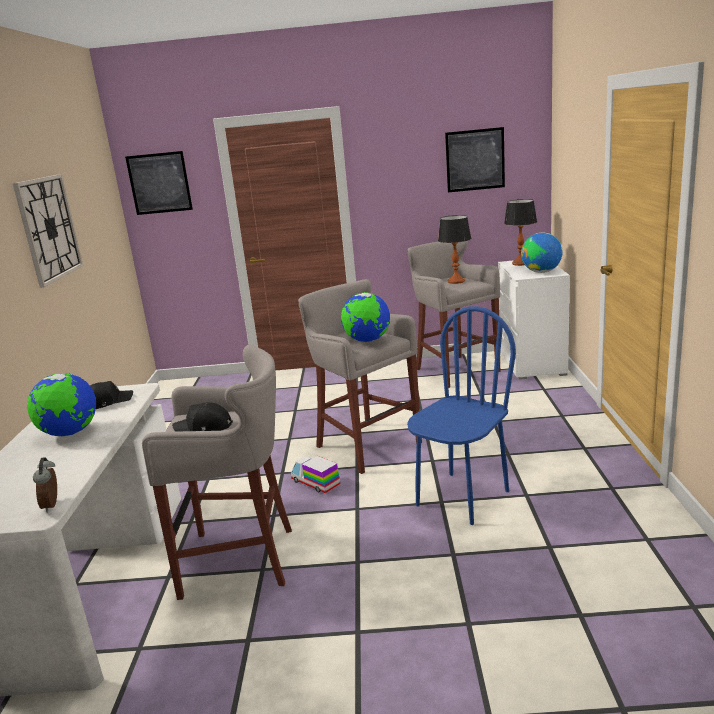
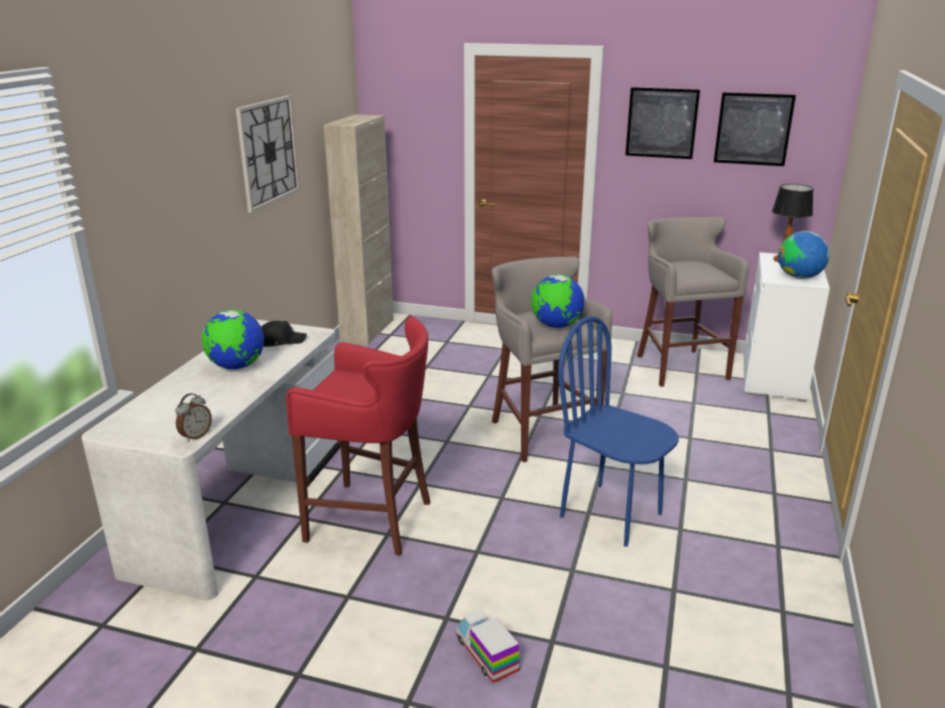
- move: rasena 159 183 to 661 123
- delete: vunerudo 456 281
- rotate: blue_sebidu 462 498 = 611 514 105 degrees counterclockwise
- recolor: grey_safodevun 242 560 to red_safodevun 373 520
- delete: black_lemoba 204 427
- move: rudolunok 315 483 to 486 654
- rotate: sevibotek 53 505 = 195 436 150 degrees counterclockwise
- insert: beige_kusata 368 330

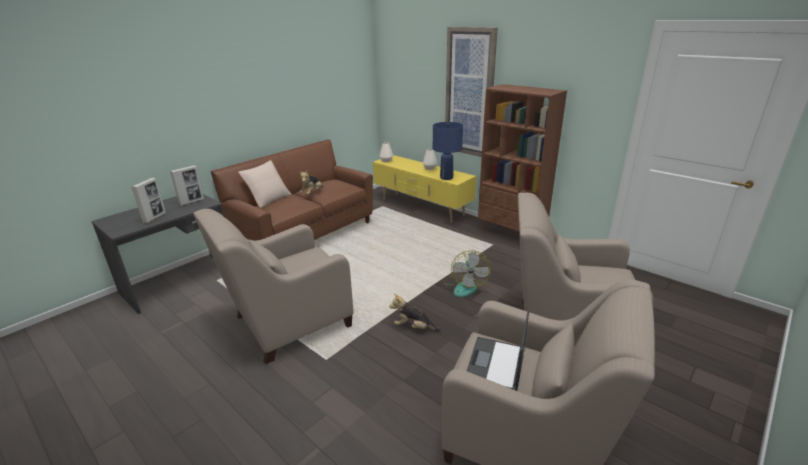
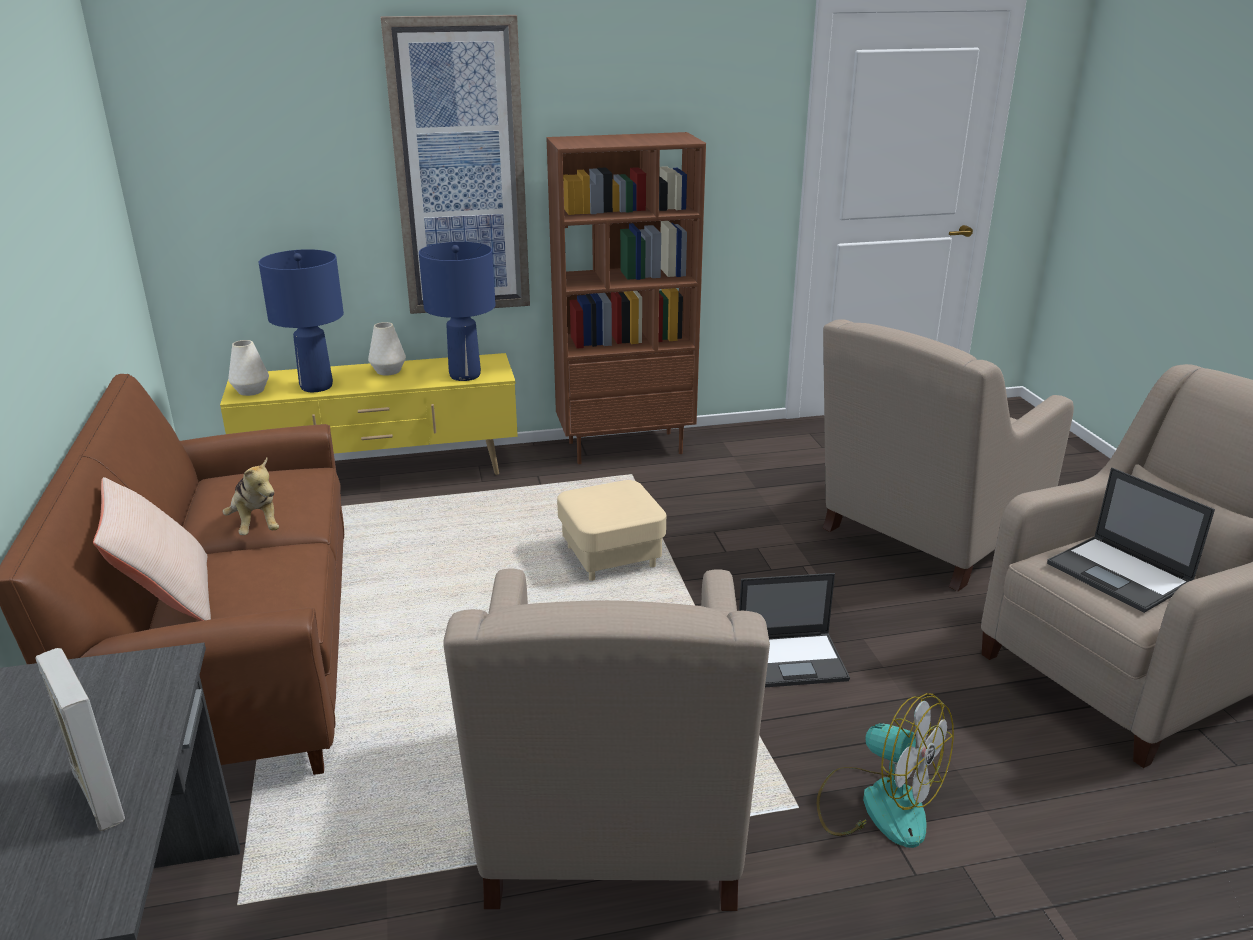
- delete: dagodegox 192 202
- move: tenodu 464 286 to 878 804
- replace: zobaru 413 327 to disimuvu 792 660
- insert: blue_vunerudo 317 386
- insert: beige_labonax 611 556

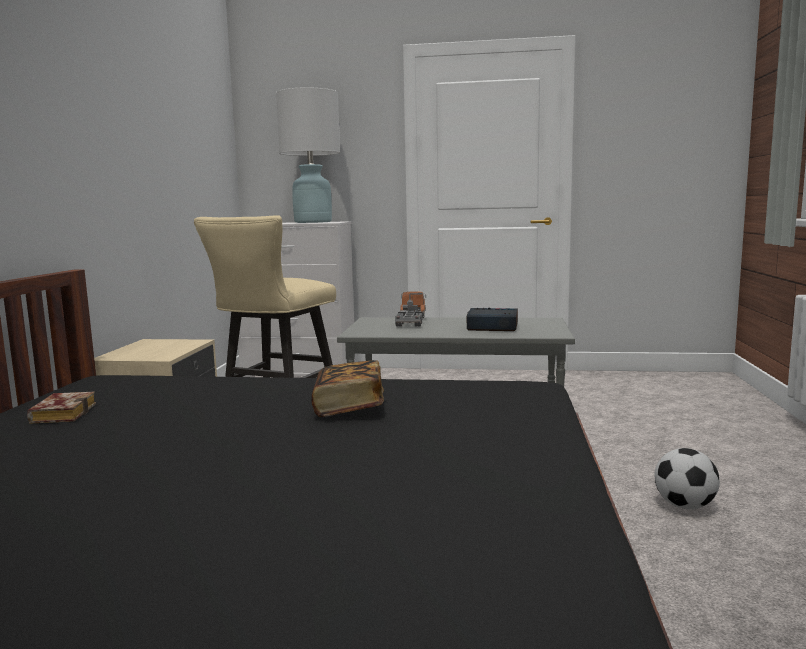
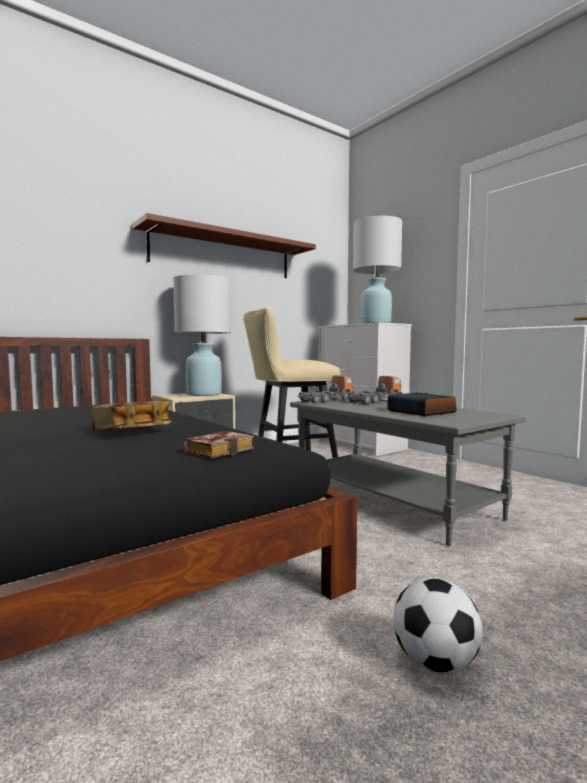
- move: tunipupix 63 413 to 220 450
- insert: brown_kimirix 223 254
- insert: white_vunerudo 204 394
- insert: rudolunok 326 401

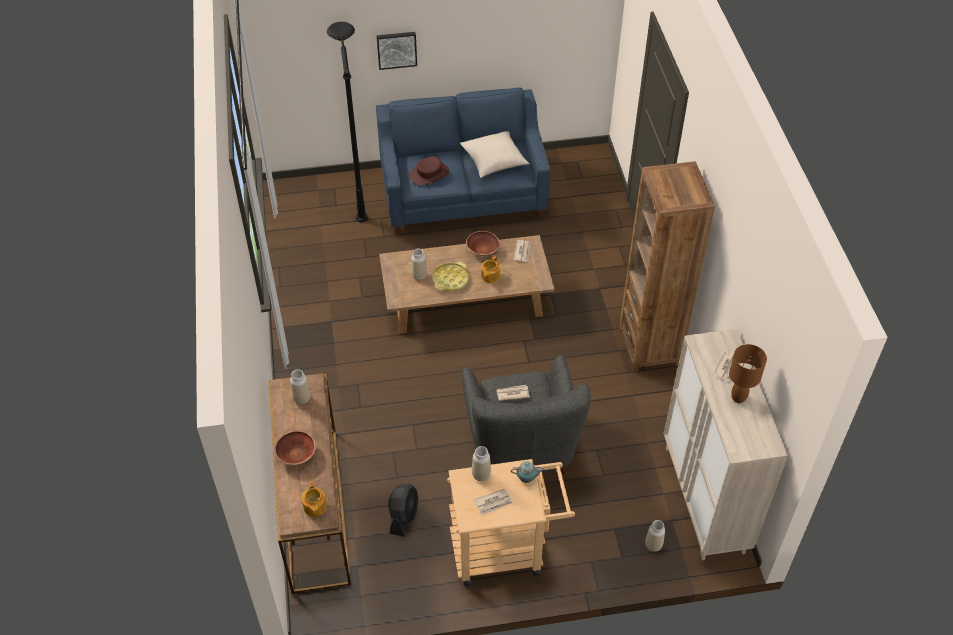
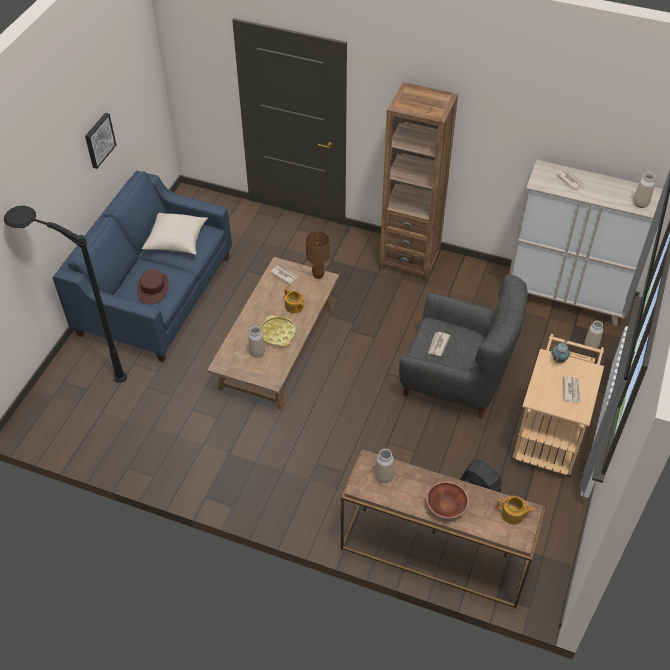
- move: rasena 396 49 to 99 140
- delete: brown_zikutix 482 250
- move: brown_vunerudo 738 398 to 318 275
- move: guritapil 481 475 to 640 204

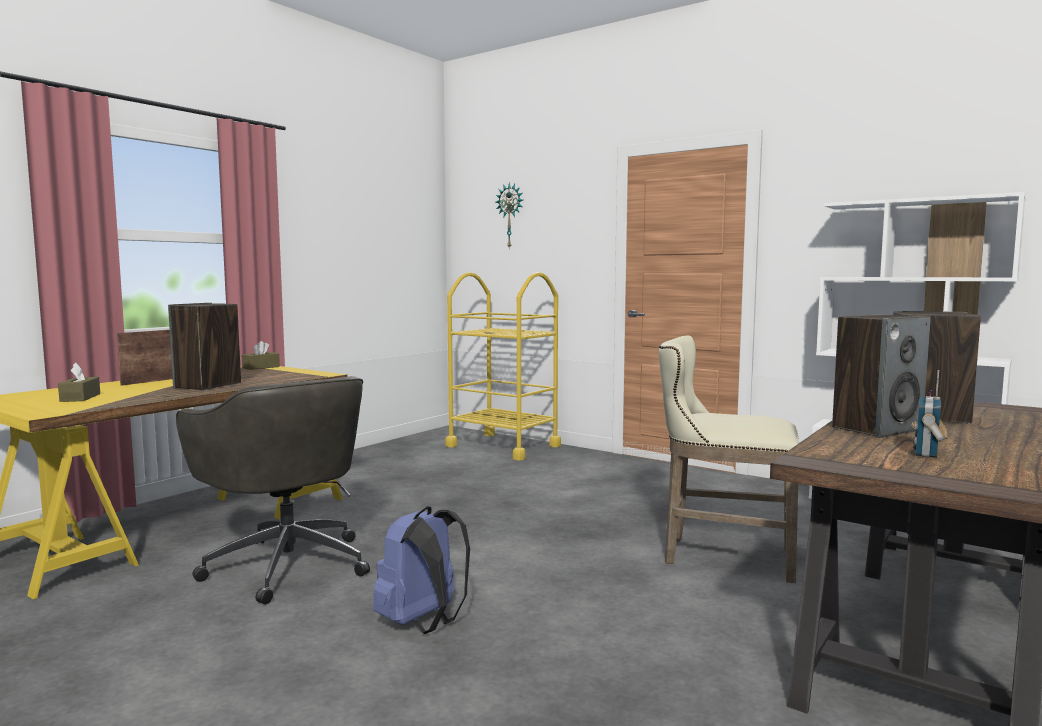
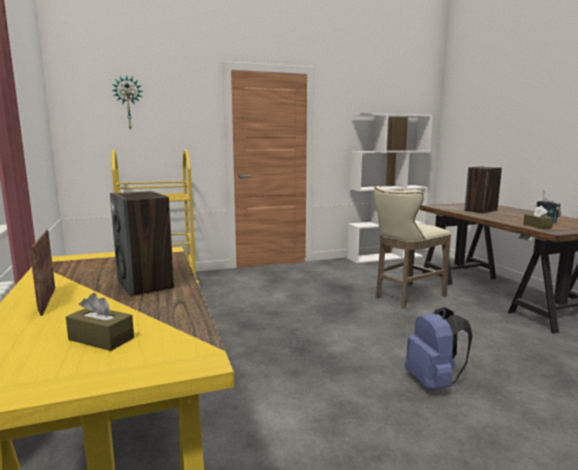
- delete: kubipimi 876 429
- move: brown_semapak 261 367 to 537 226
- delete: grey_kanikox 286 564

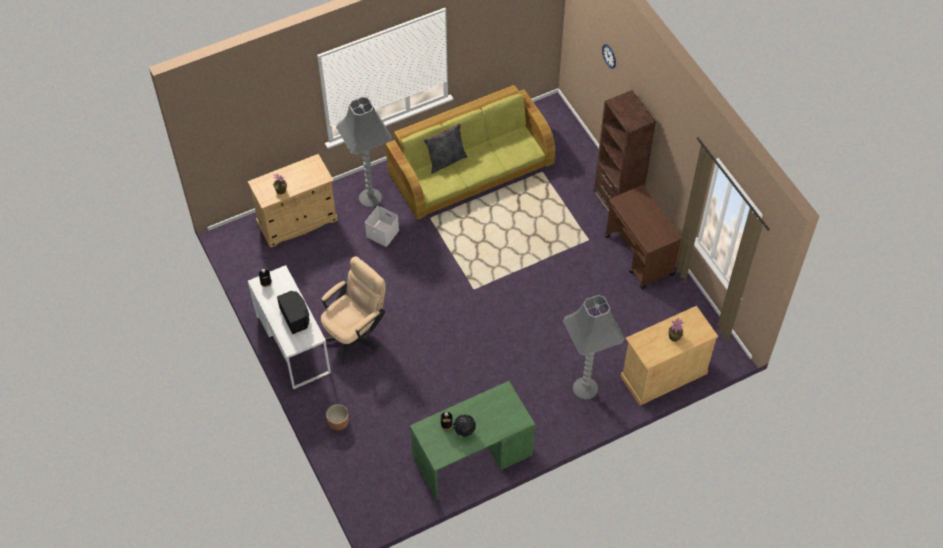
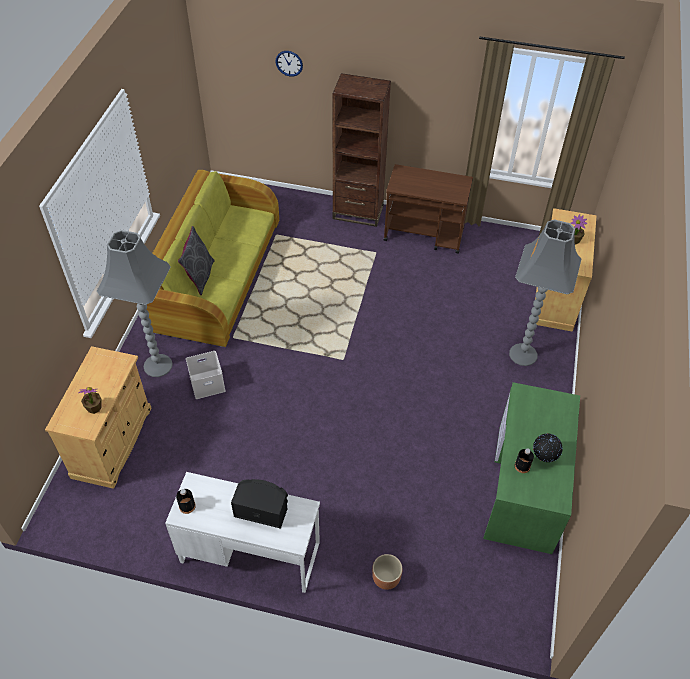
- delete: beige_kanikox 355 334

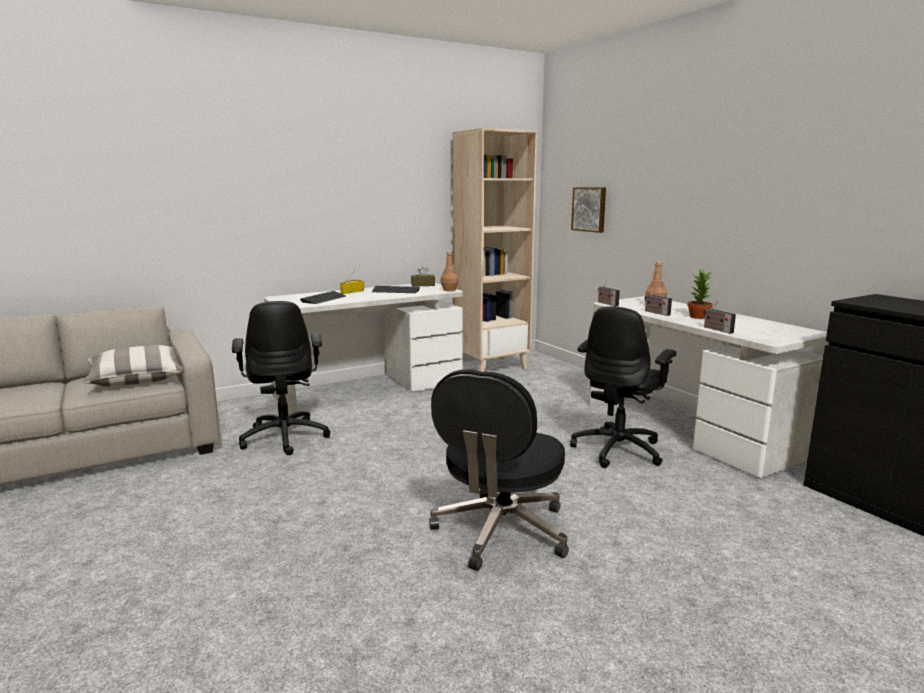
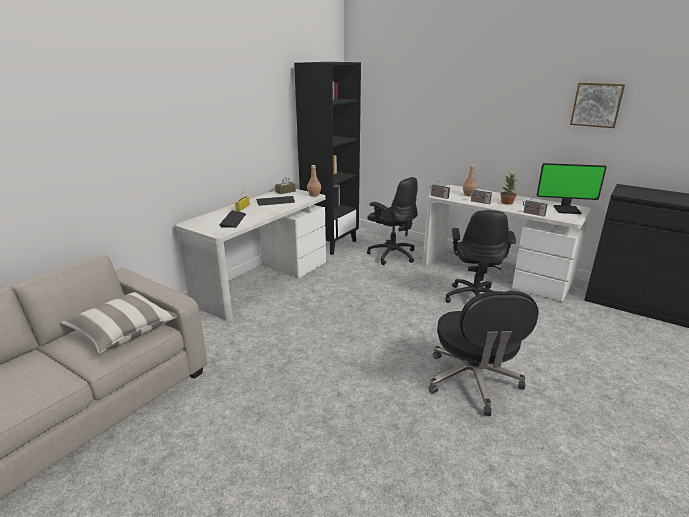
- recolor: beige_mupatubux 491 367 to black_mupatubux 330 243
- move: rasena 590 209 to 596 105
- move: black_kanikox 285 437 to 392 255
- insert: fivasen 567 209

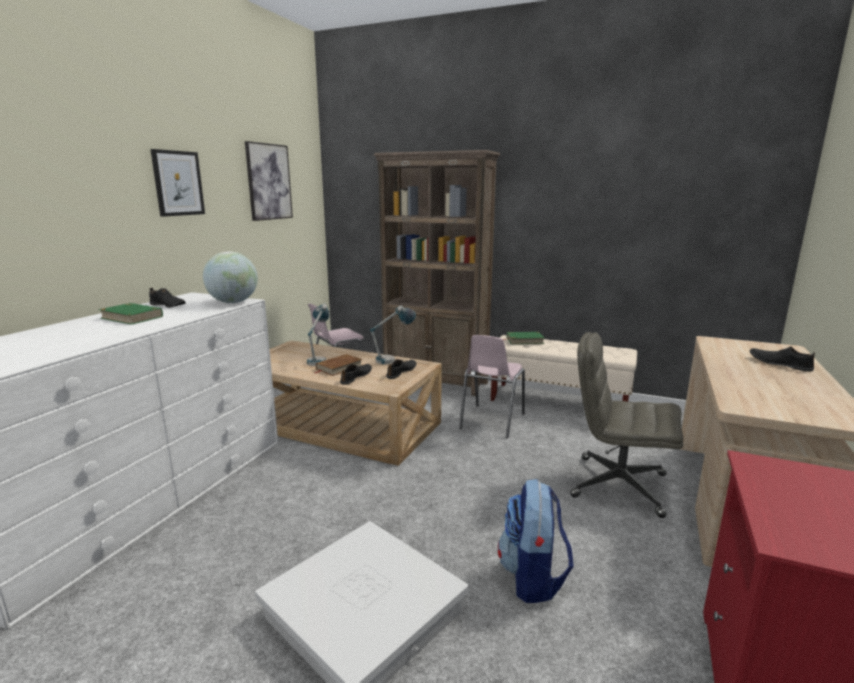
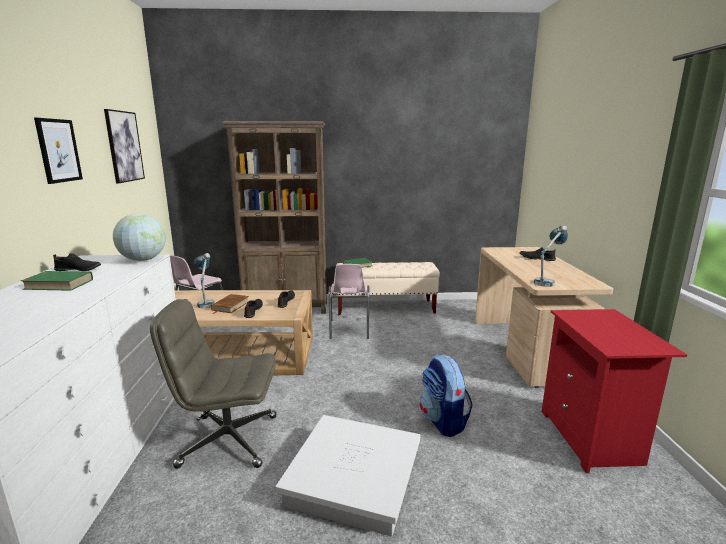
- move: vunerudo 393 360 to 547 281
- move: grey_kanikox 617 485 to 227 440

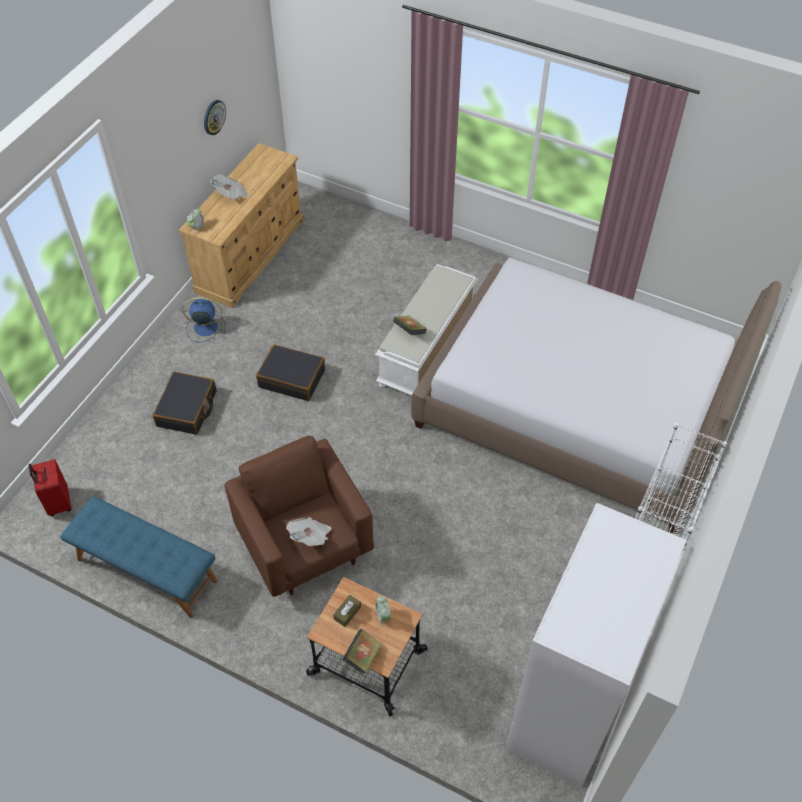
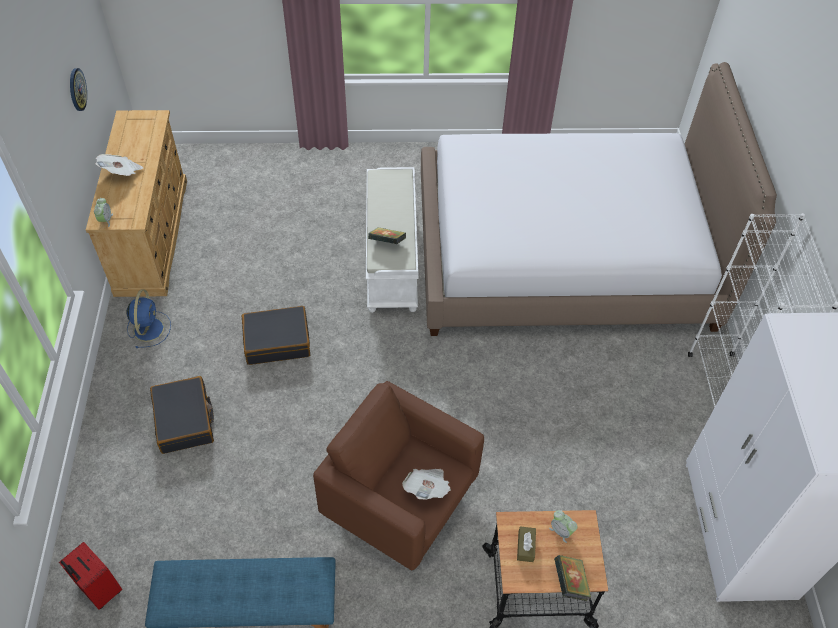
- rotate: blue_tenodu 204 327 = 149 328 120 degrees clockwise

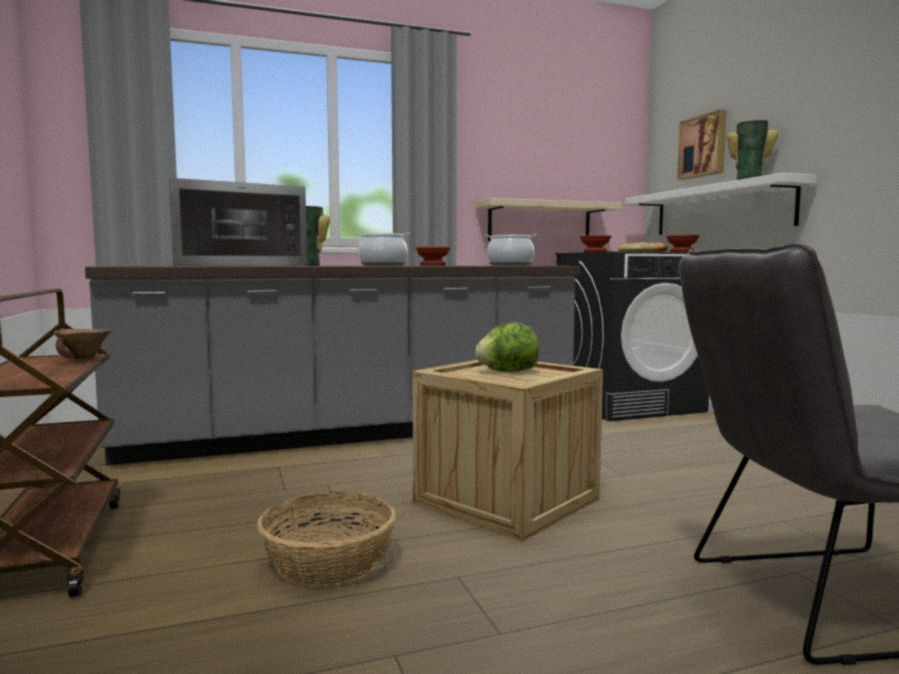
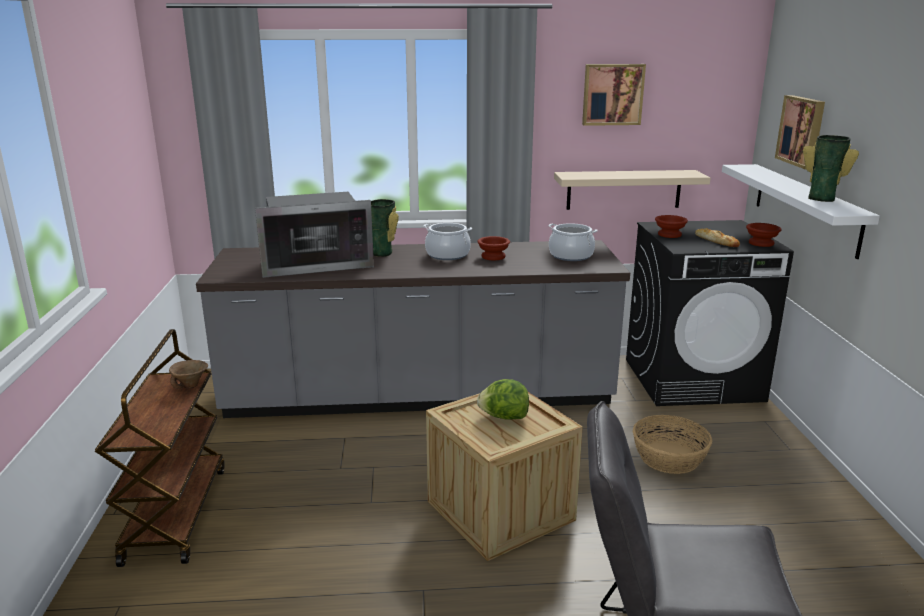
- move: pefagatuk 328 563 to 668 458
- insert: rasena 612 94

